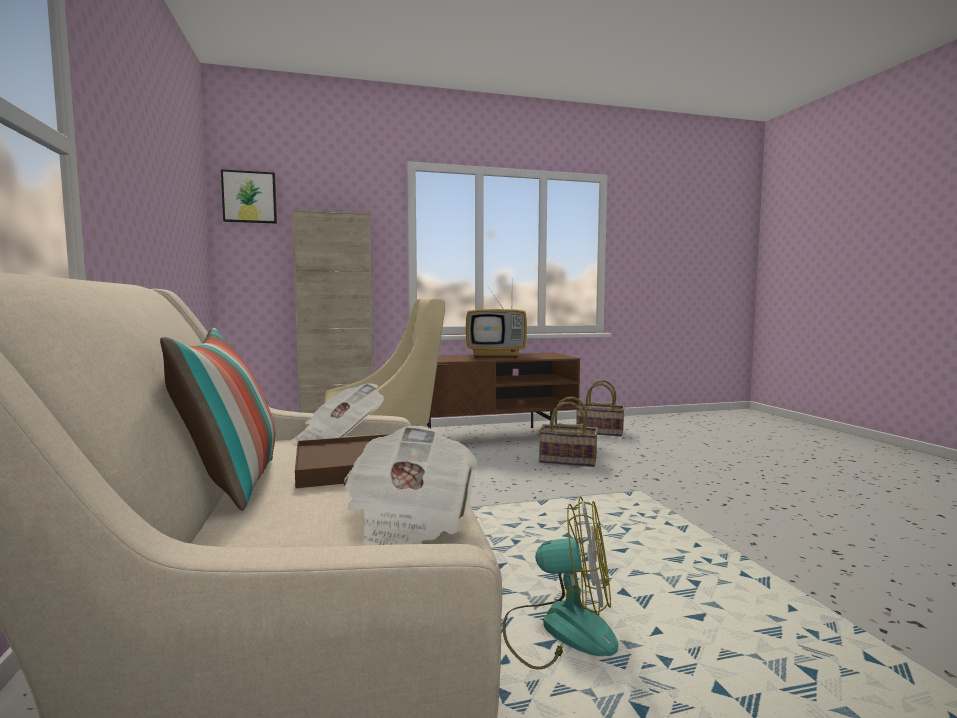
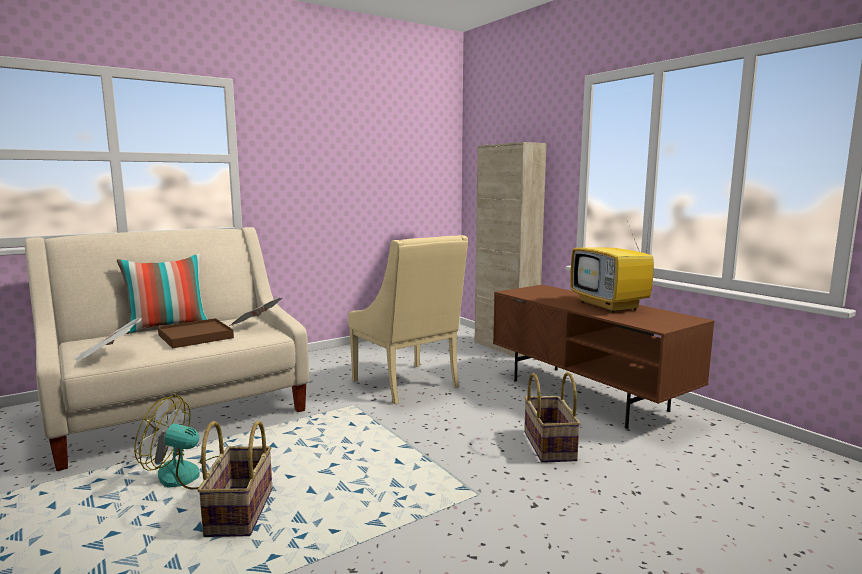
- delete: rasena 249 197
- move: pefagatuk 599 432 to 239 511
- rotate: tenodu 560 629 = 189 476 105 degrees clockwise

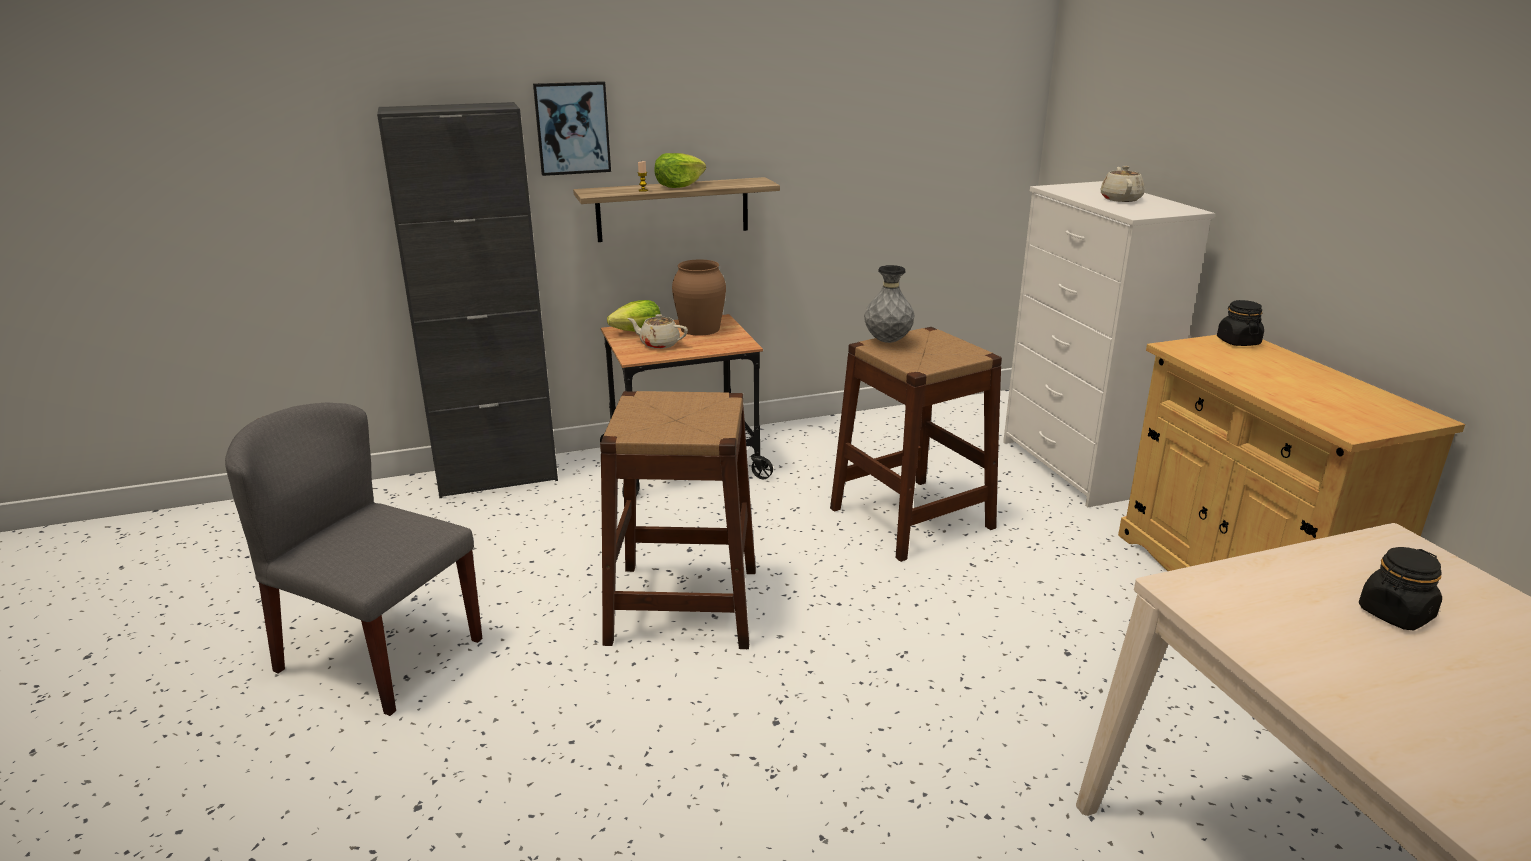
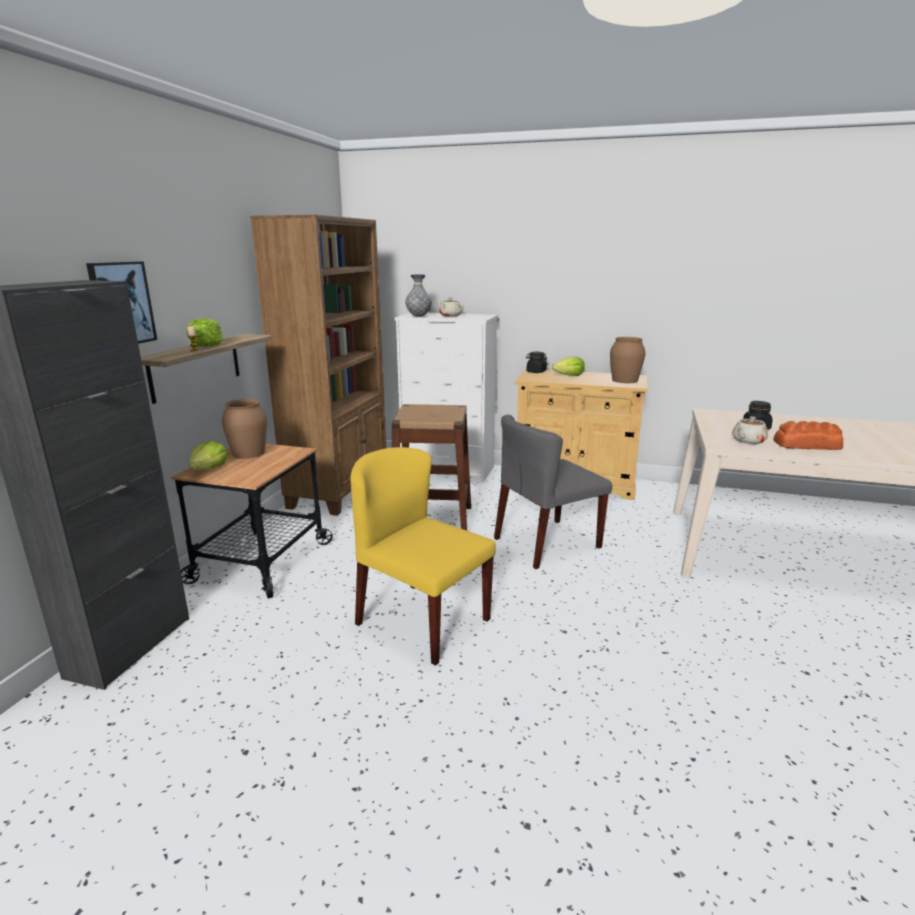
- move: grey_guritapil 887 341 to 418 316
- move: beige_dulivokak 659 344 to 748 441
- replace: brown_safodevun 683 605 to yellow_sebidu 421 621
- move: grey_sebidu 378 654 to 546 543
- insert: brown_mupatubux 340 489
- insert: brown_guritapil 624 380
- insert: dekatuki 569 376
- insert: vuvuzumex 808 445

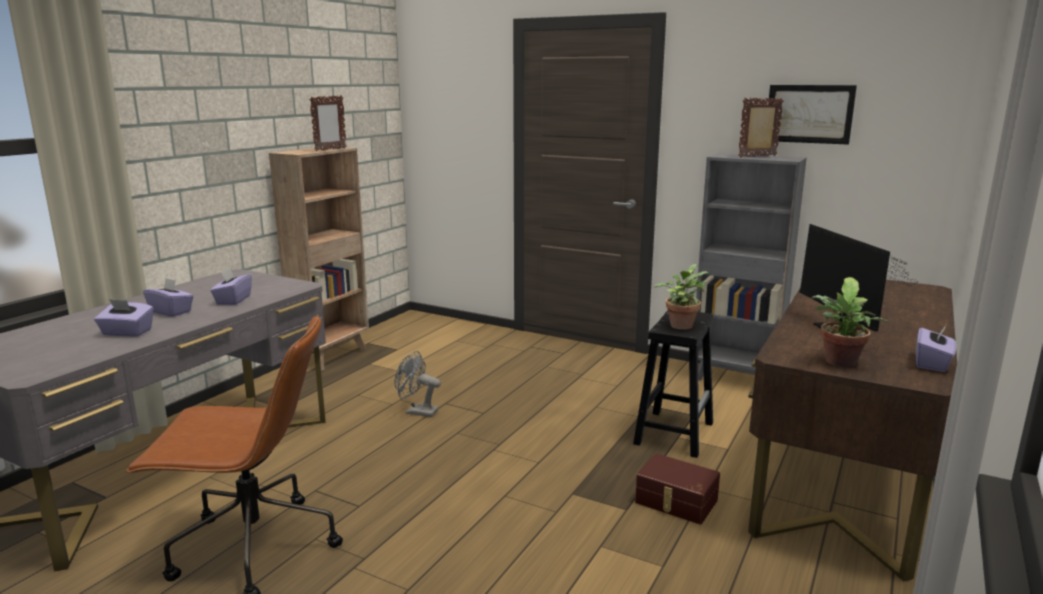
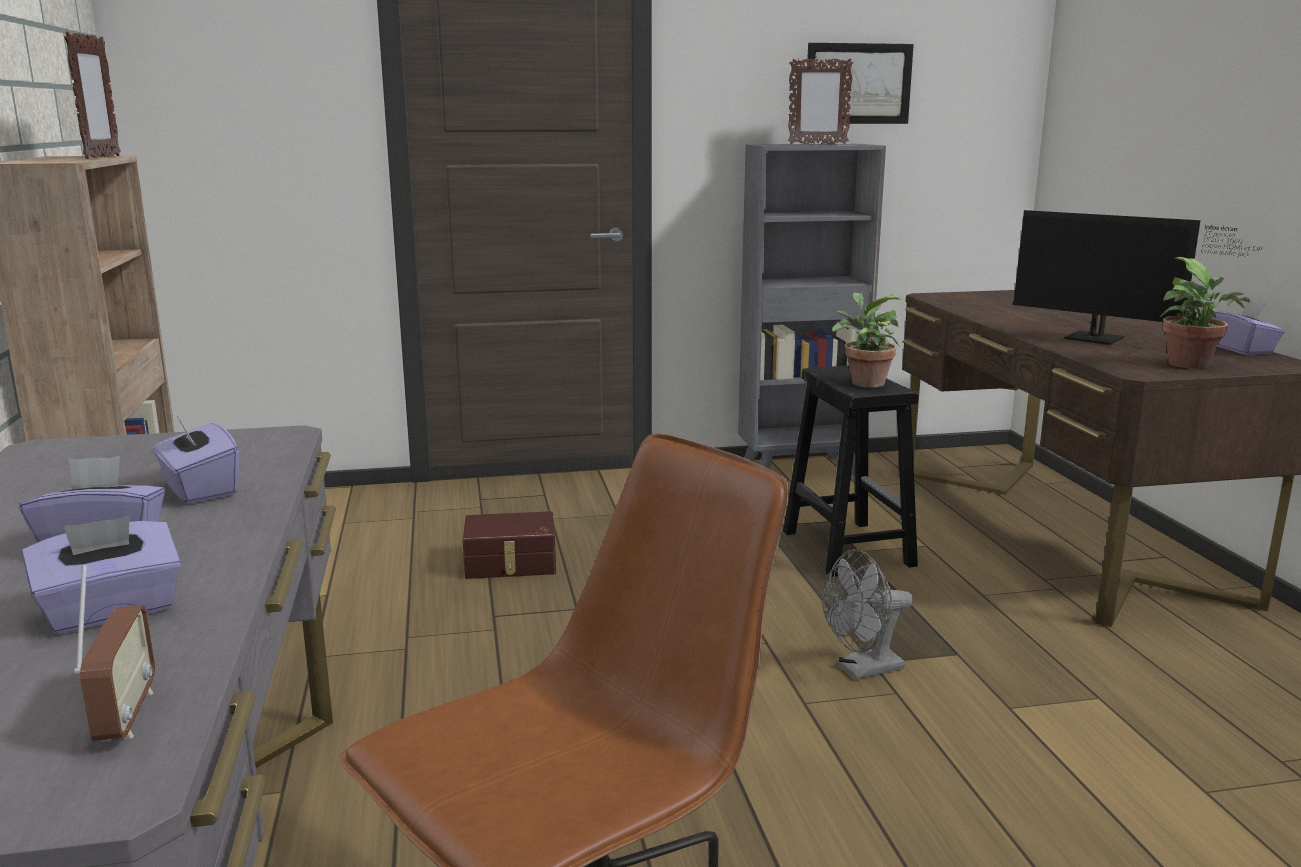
- rotate: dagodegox 758 157 = 817 144 135 degrees counterclockwise
- move: grey_tenodu 417 412 to 862 670
- move: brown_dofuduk 675 502 to 511 564
- insert: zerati 126 716

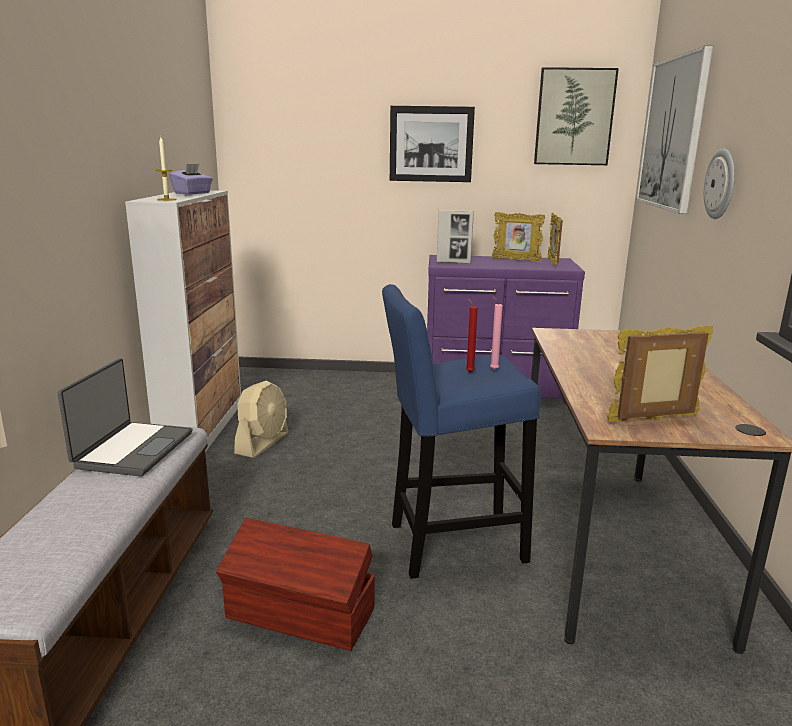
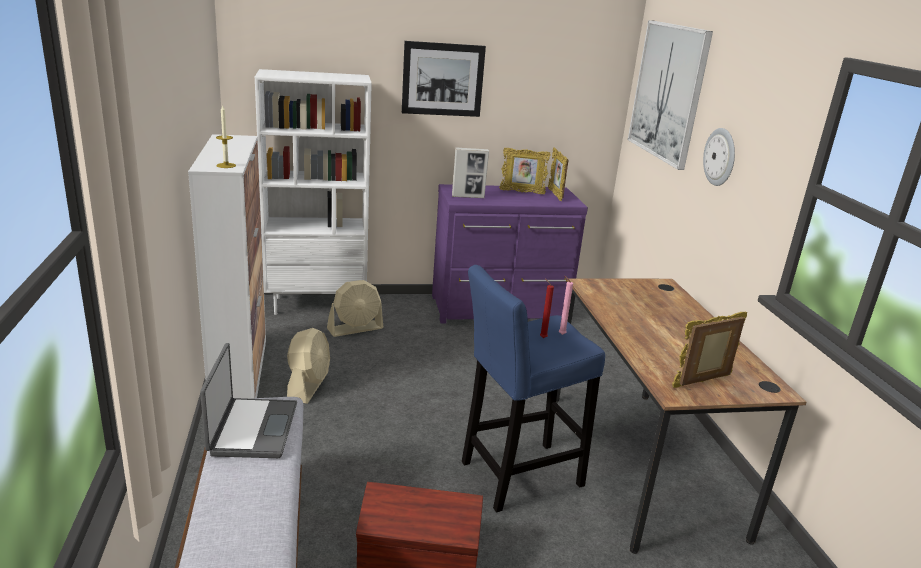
- delete: rasena 574 117
- delete: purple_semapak 192 193
- insert: white_mupatubux 317 305
- insert: beige_tenodu 355 328

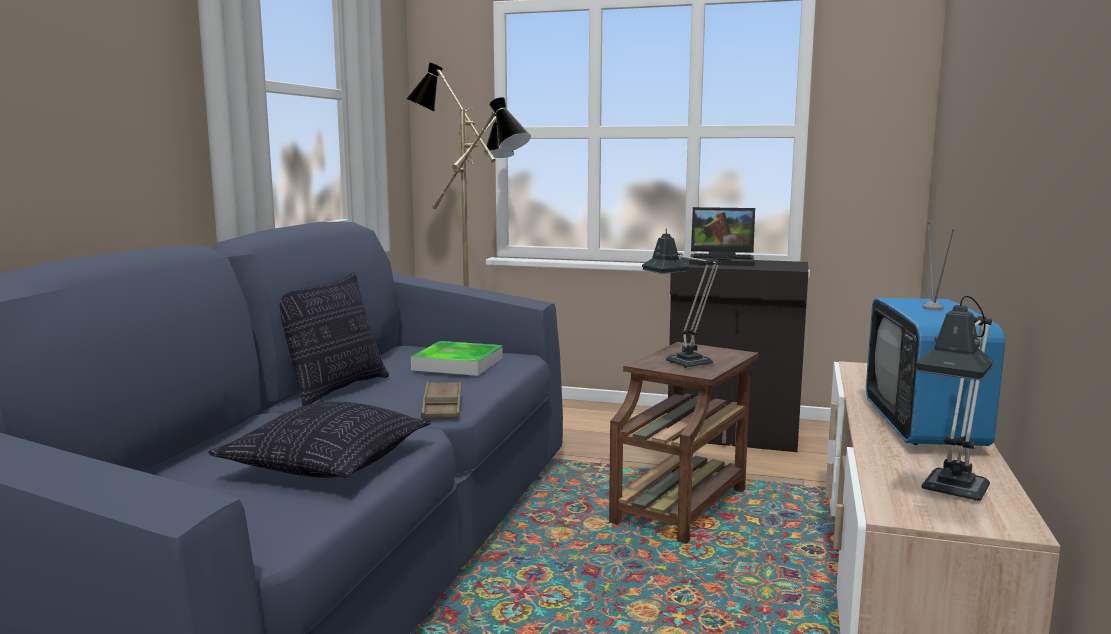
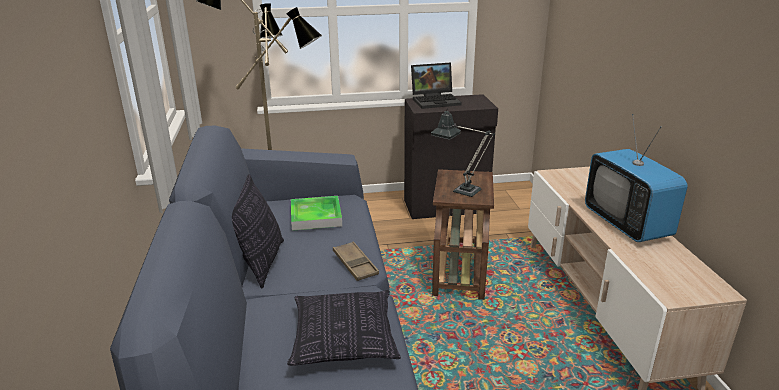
- delete: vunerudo 951 494

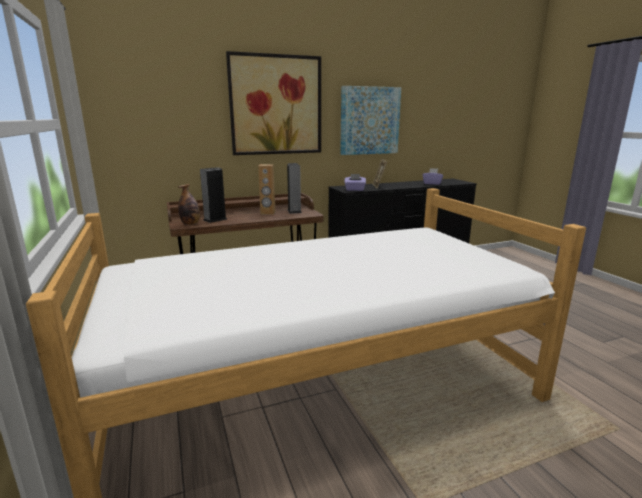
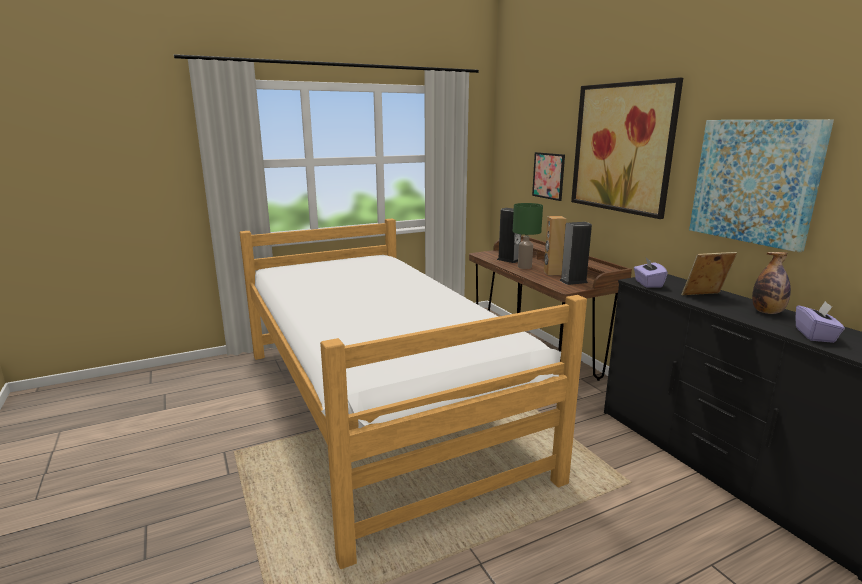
- move: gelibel 191 224 to 767 312
- insert: rasena 548 176
- insert: green_vunerudo 525 267

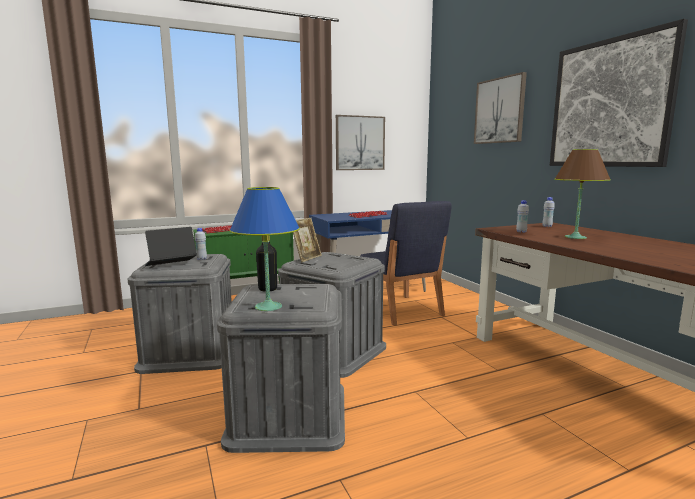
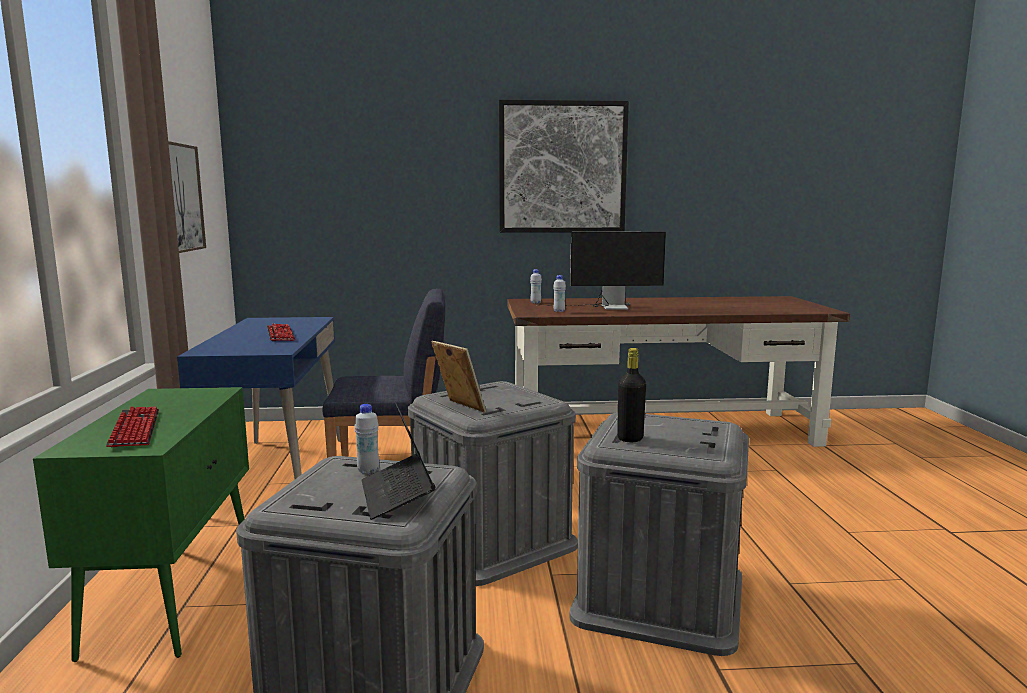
- delete: rasena 499 110
- replace: brown_vunerudo 575 237 to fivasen 604 307
- delete: blue_vunerudo 268 307

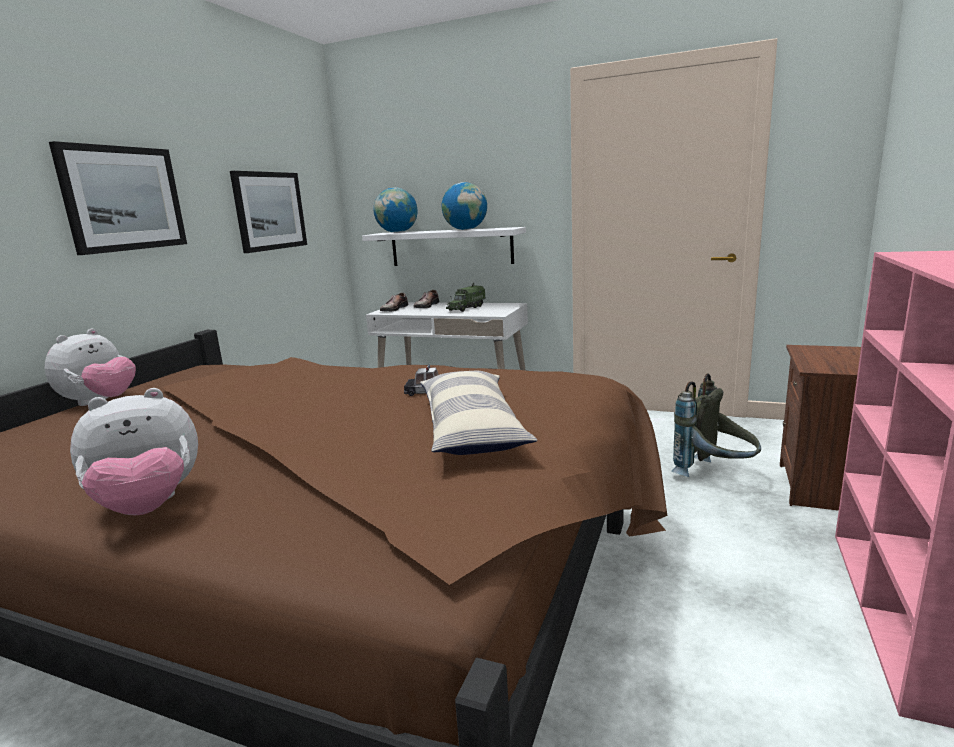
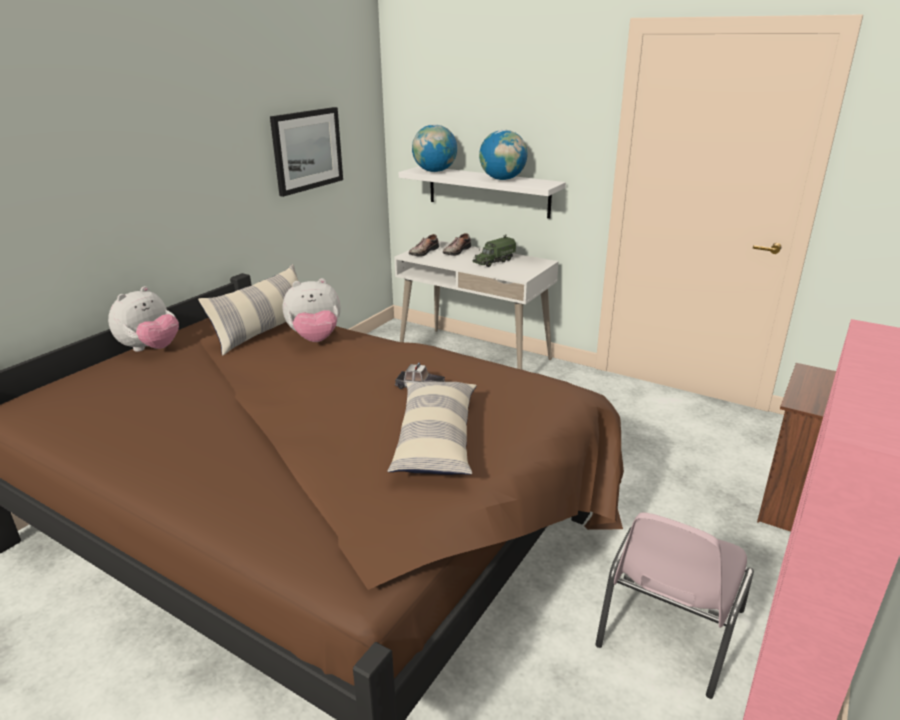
- delete: rasena 123 199
- delete: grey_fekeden 715 475
- move: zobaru 149 507 to 315 339
- insert: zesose 264 331
- insert: pink_sebidu 667 629

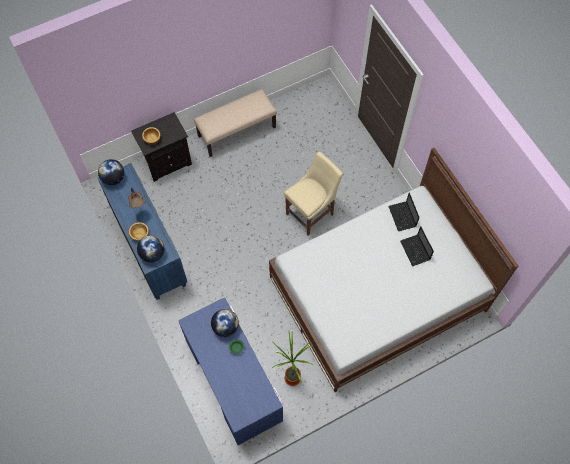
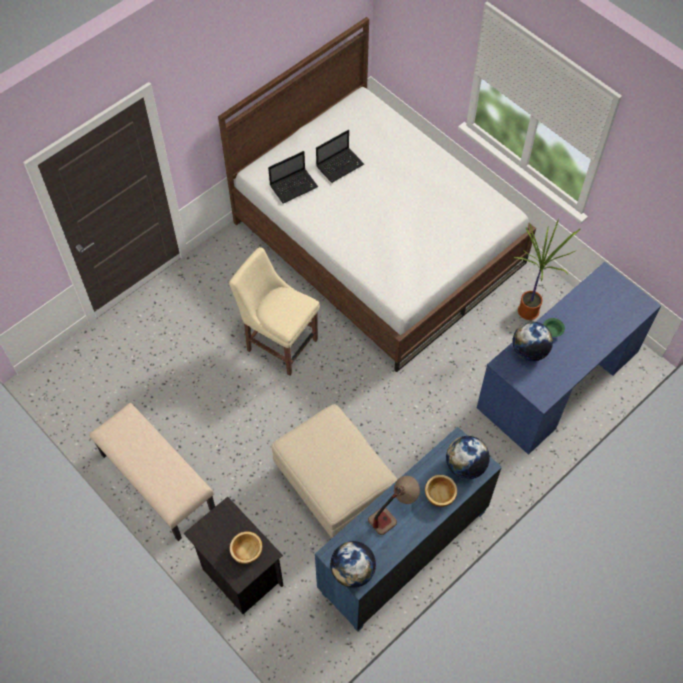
- insert: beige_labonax 334 483

